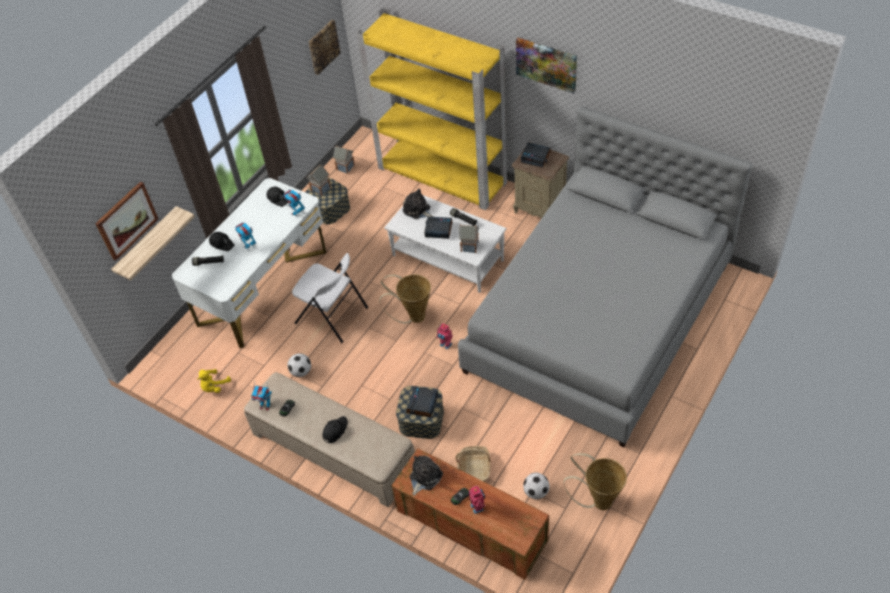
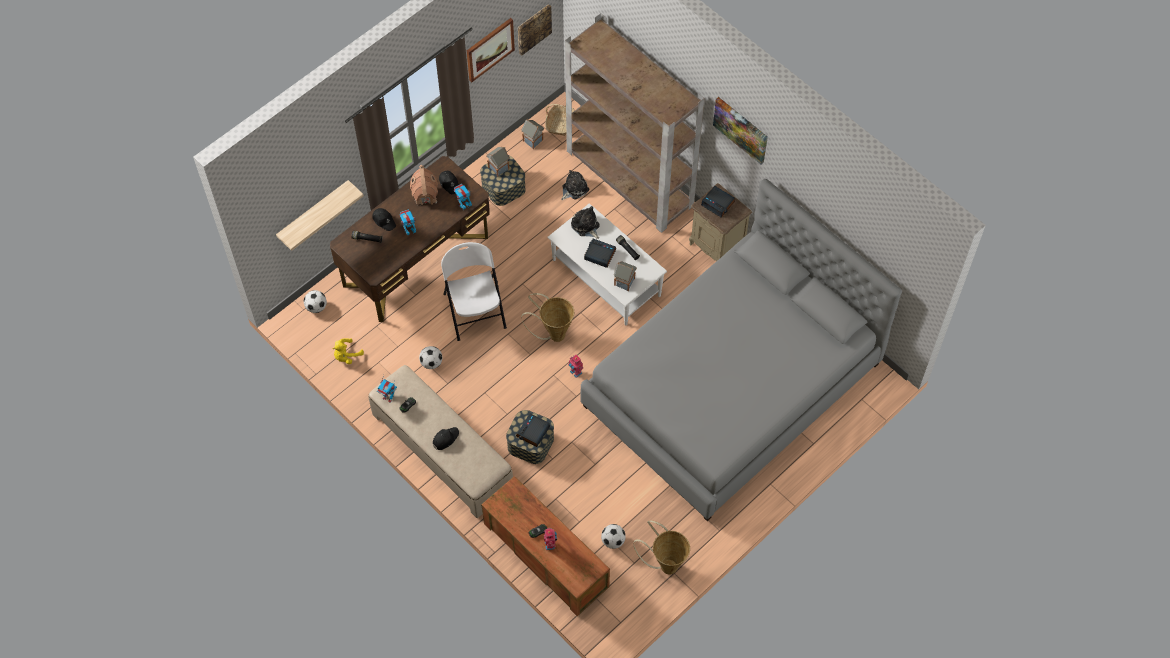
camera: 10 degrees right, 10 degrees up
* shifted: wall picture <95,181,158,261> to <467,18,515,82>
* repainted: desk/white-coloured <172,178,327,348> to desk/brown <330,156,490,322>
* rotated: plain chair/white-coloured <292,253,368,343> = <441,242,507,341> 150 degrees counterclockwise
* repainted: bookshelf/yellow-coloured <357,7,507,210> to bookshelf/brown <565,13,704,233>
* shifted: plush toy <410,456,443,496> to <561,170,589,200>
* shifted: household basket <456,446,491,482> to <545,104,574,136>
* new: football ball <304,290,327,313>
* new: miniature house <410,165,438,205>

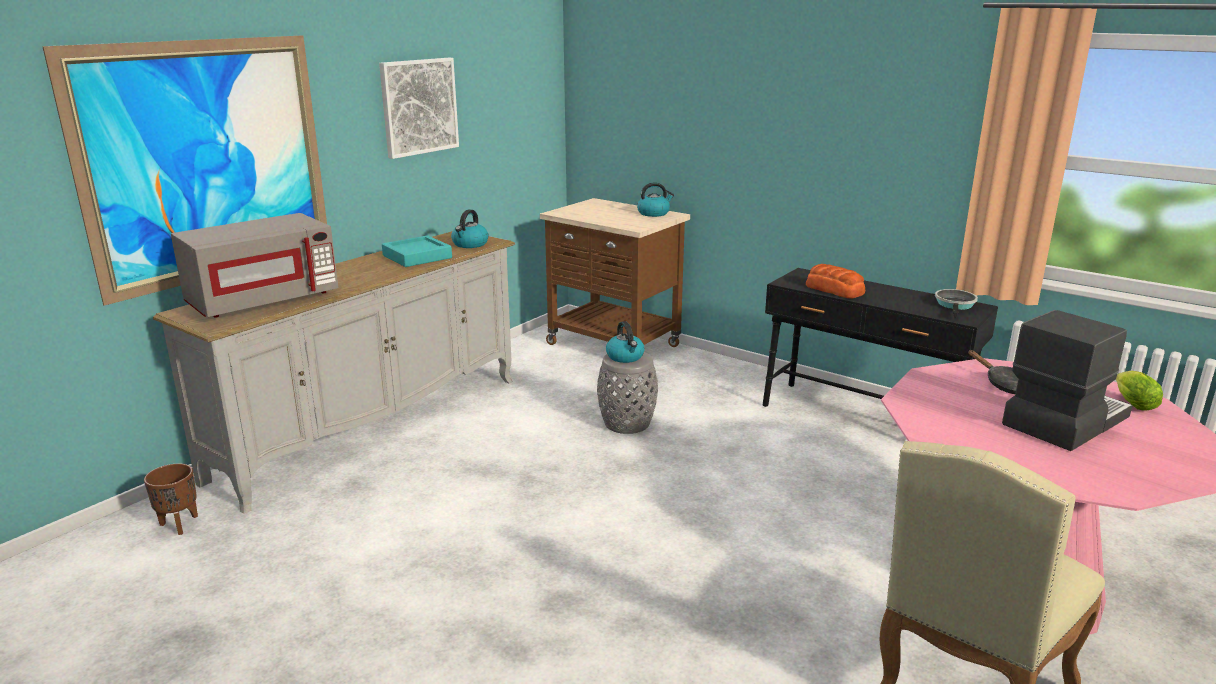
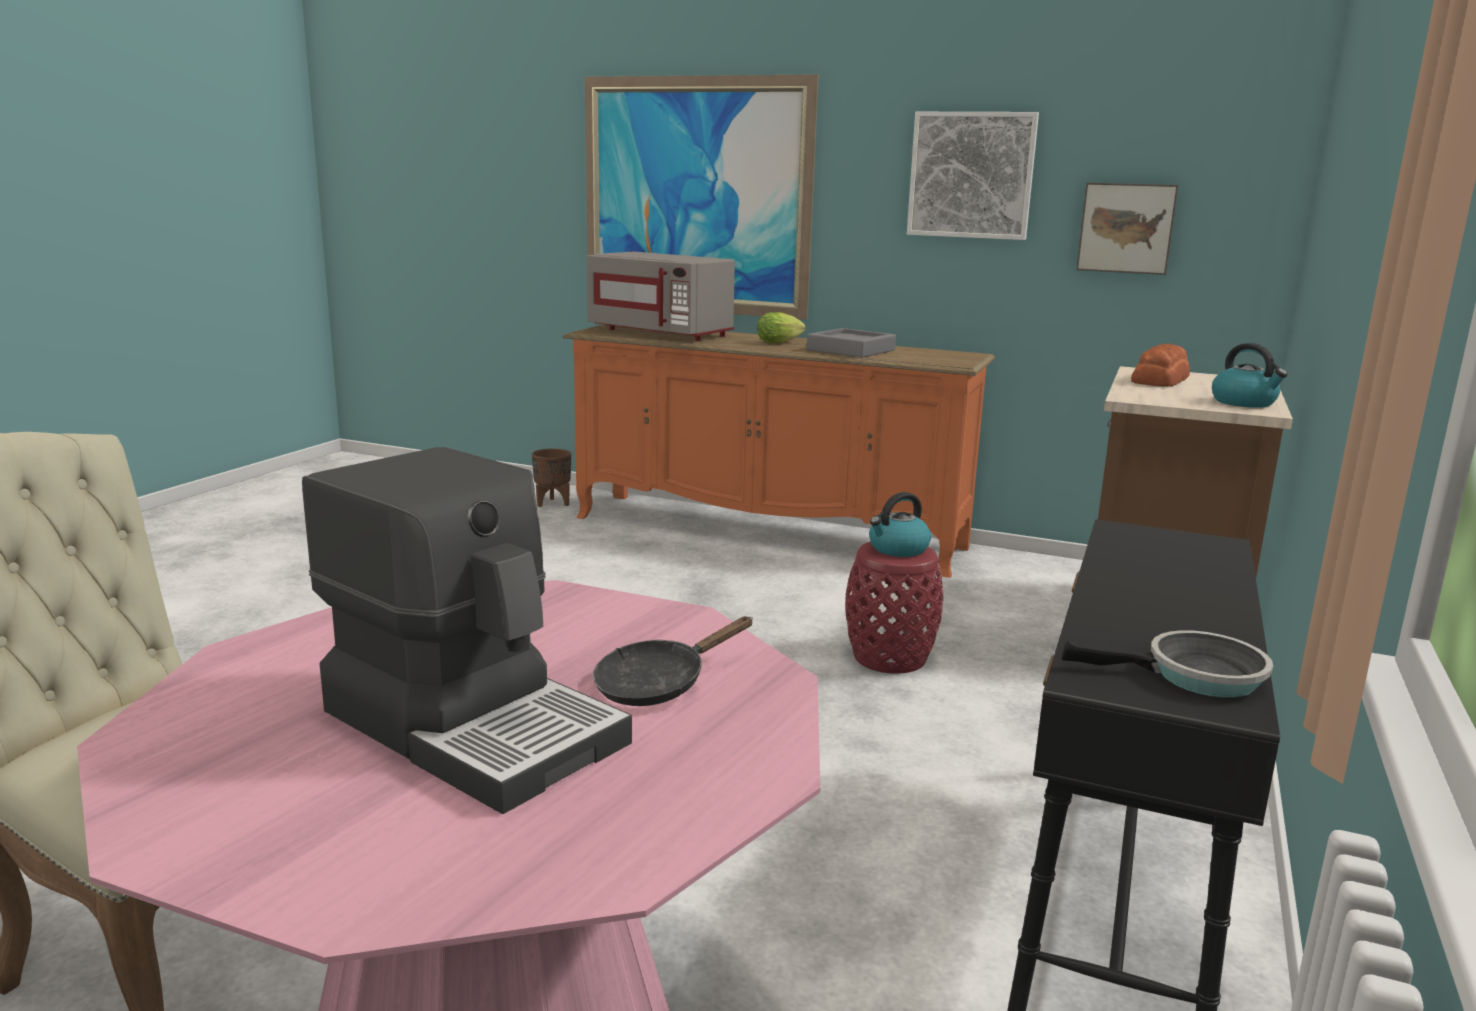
camera: 75 degrees right, 5 degrees down
* repainted: cabinet/gray <153,231,515,514> to cabinet/orange <562,324,995,578>
* repainted: carrying tray/blue-green <382,235,452,267> to carrying tray/gray <807,328,896,358>
* gone: water kettle <451,209,489,248>
* repainted: sitting stool/gray <597,352,658,434> to sitting stool/red <845,541,943,674>
* shifted: bakery bread <806,264,865,299> to <1131,344,1190,387>
* shifted: lettuce head <1116,371,1163,410> to <757,312,805,343>
* new: wall picture <1076,183,1179,275>

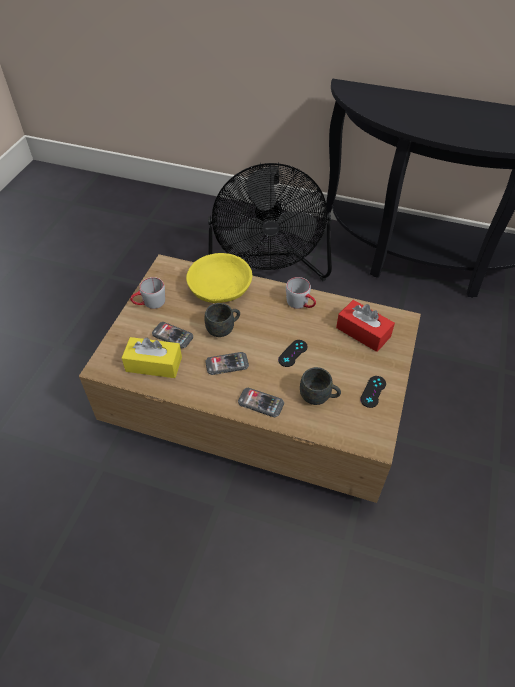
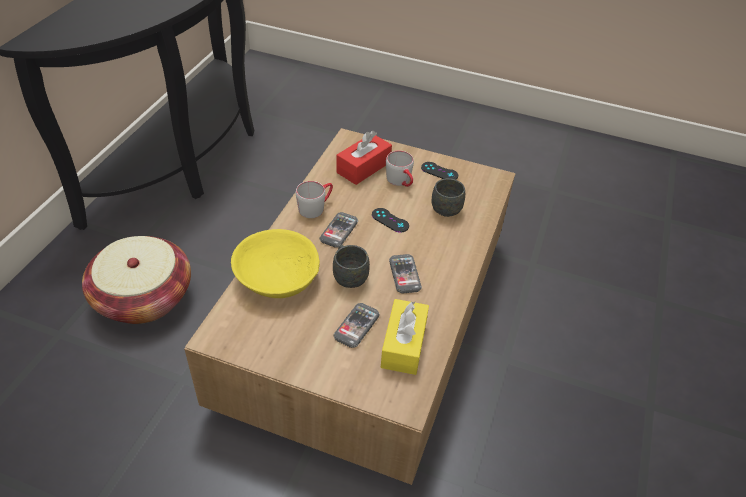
camera: 90 degrees left, 5 degrees down
* shifted: coffee mug/gray <130,277,165,309> to <386,151,414,187>
* swapped: fan/black <208,162,332,282> to household basket <82,236,191,324>
* shifted: handset <238,388,284,417> to <319,212,358,248>

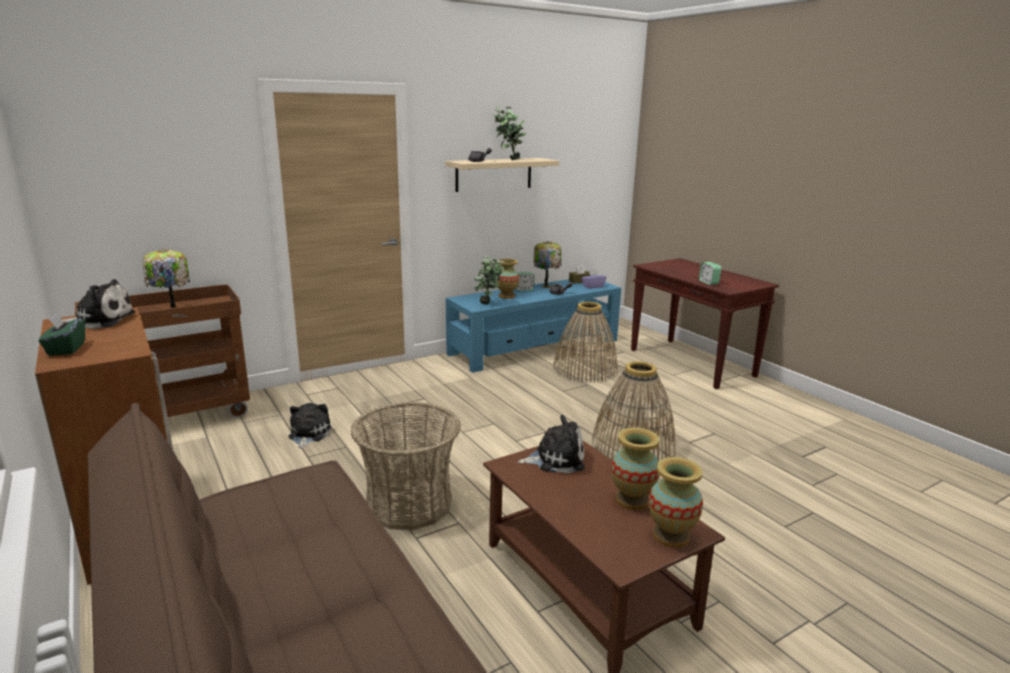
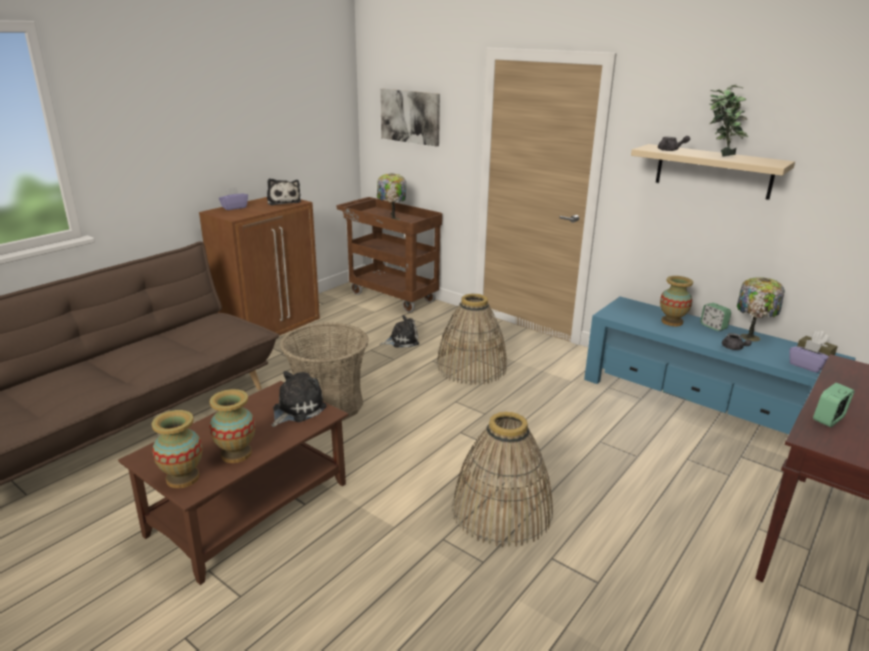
camera: 70 degrees right, 5 degrees up
* repainted: tissue holder/green-coloured <39,313,85,356> to tissue holder/purple-coloured <219,187,248,210>
* gone: potted plant <474,256,504,305>
* rotated: plush toy <518,415,585,474> = <271,371,327,427> 120 degrees counterclockwise
* shifted: household basket <553,302,618,383> to <437,294,507,385>
* new: wall picture <380,89,440,147>

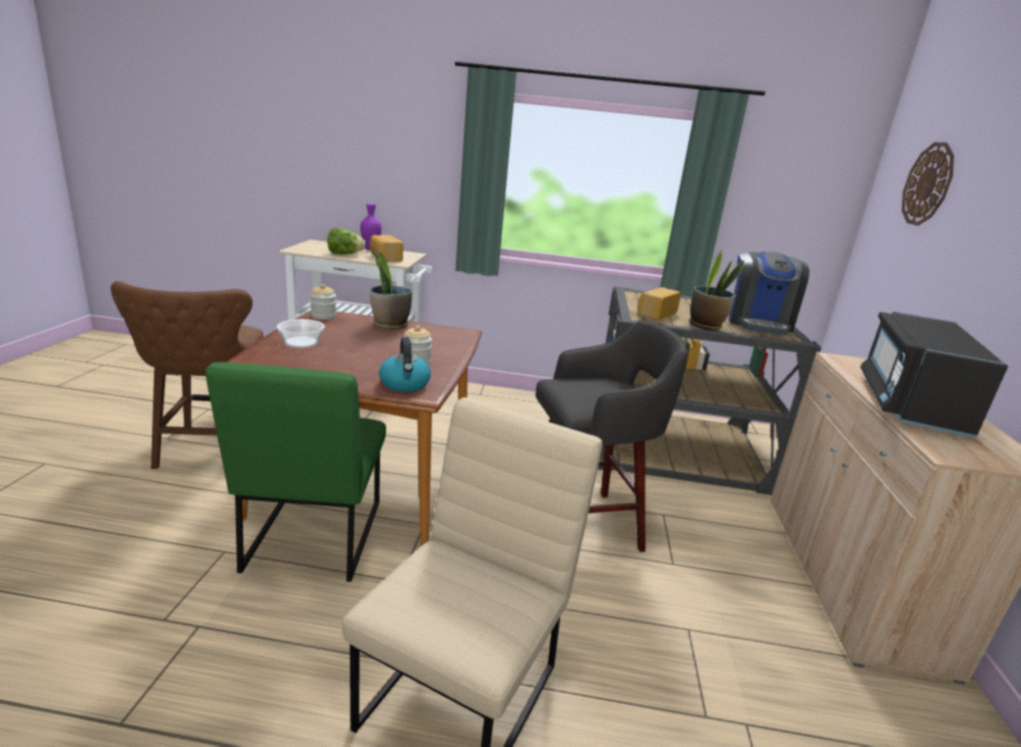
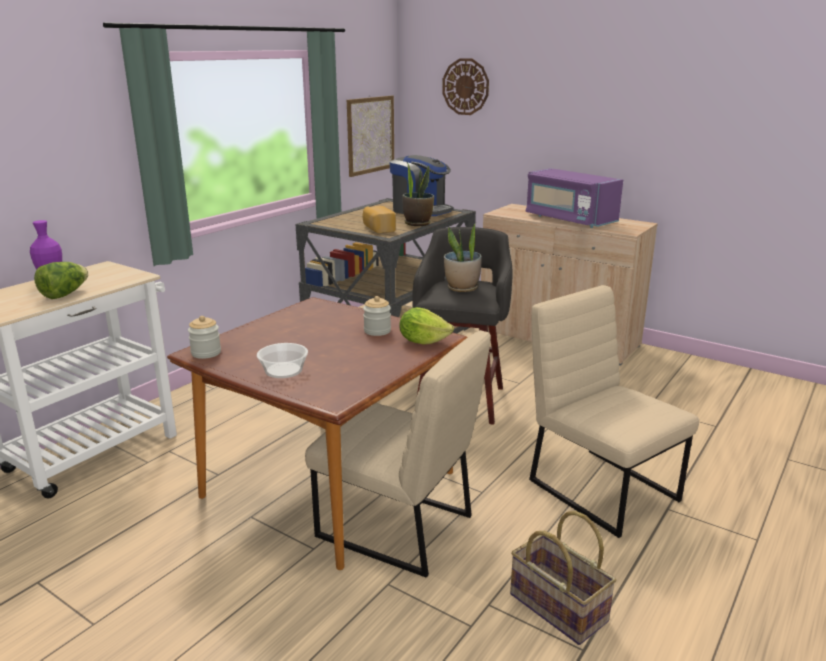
camera: 60 degrees left, 0 degrees up
* gone: sitting stool/brown <111,281,263,469>
* repainted: plain chair/green-coloured <205,362,386,582> to plain chair/beige-coloured <305,330,491,578>
* gone: bakery bread <370,235,403,262>
* shifted: potted plant <370,251,412,330> to <444,223,482,292>
* swapped: water kettle <379,337,431,392> to lettuce head <399,307,454,345>
* repainted: microwave/black <860,312,1008,438> to microwave/purple-coloured <526,168,623,228>
* new: wall picture <347,95,394,177>
* new: household basket <510,511,616,645>

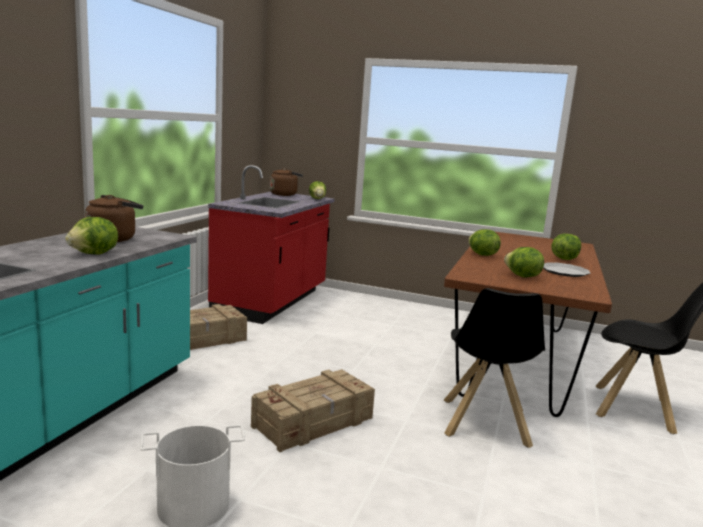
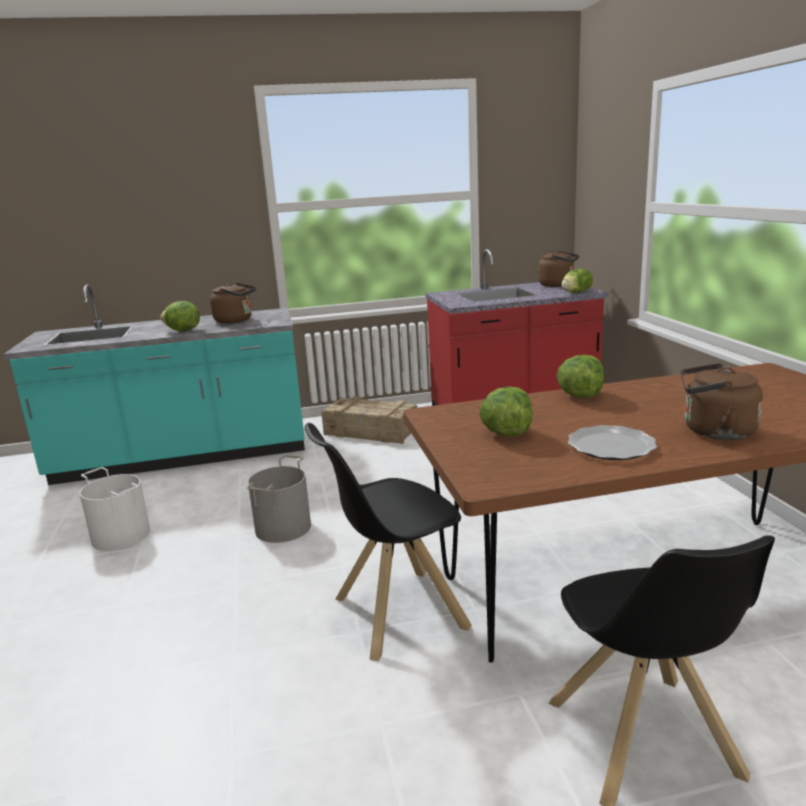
camera: 60 degrees right, 5 degrees up
* swapped: shipping crate <251,369,375,452> to water bucket/gray <246,455,311,543>
* swapped: lettuce head <551,234,581,260> to water kettle/brown <680,363,763,440>

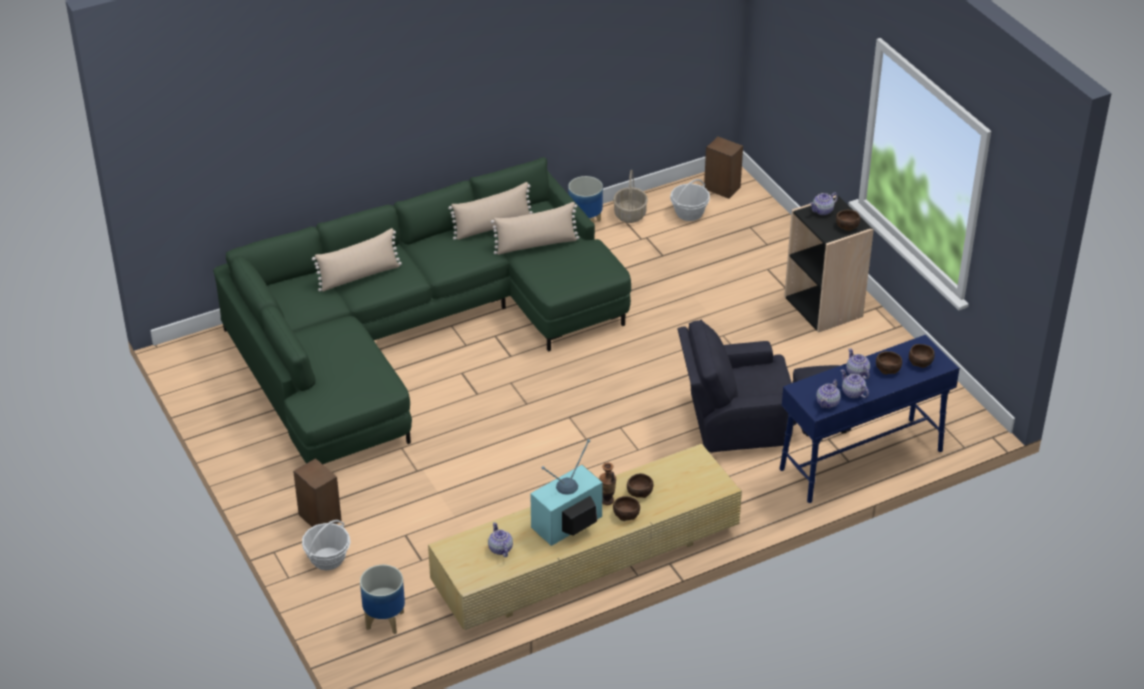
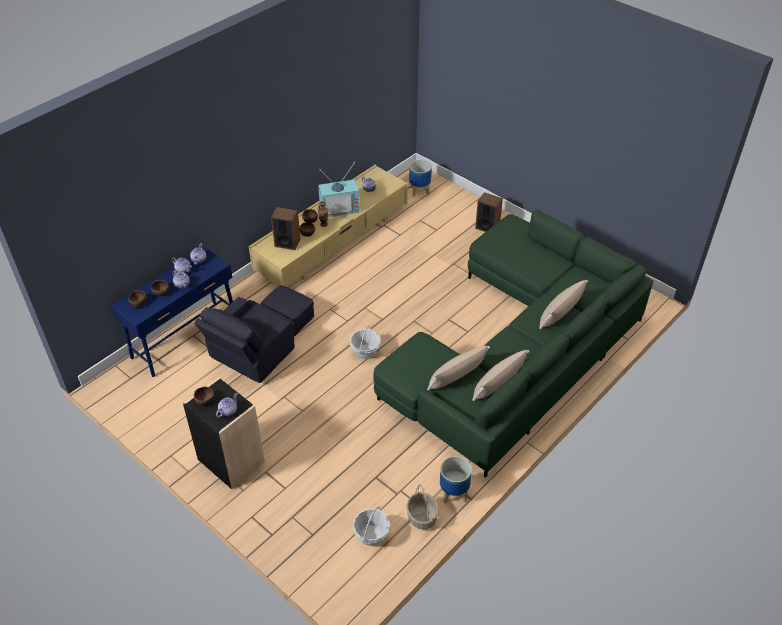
camera: 160 degrees right, 5 degrees up
* shifted: household basket <302,520,351,570> to <350,326,381,359>
* rotated: television <530,439,603,546> = <318,162,360,217> 45 degrees clockwise
* rotated: lounge chair/black <678,320,851,452> = <194,285,314,383> 150 degrees clockwise
* shifted: audio speaker <704,137,743,199> to <271,207,301,250>

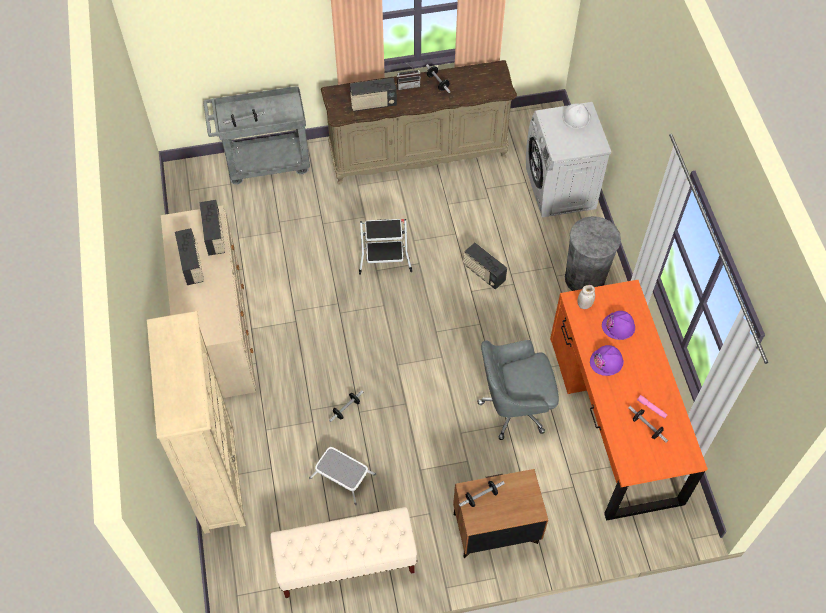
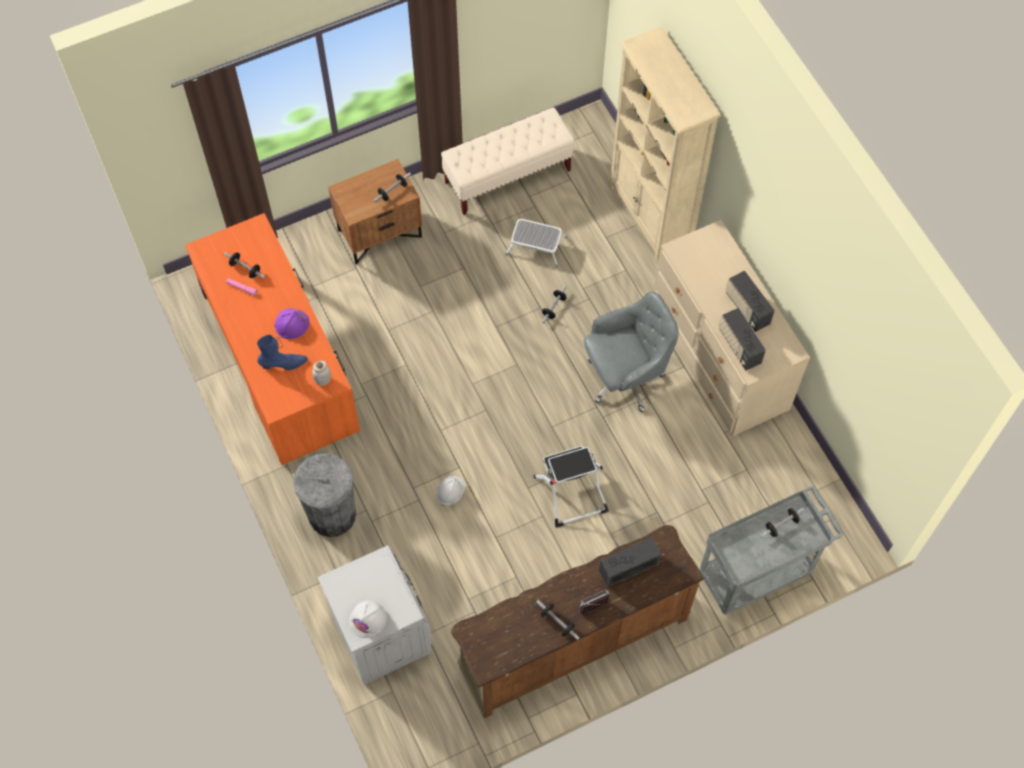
camera: 165 degrees right, 5 degrees up
* swapped: radio set <463,243,507,290> to work helmet/white-coloured <436,475,465,507>
* shifted: desk chair/gray <478,340,559,440> to <584,291,679,412>
* swapped: work helmet/purple-coloured <602,311,635,340> to high-top boot/bluish <257,335,308,370>

